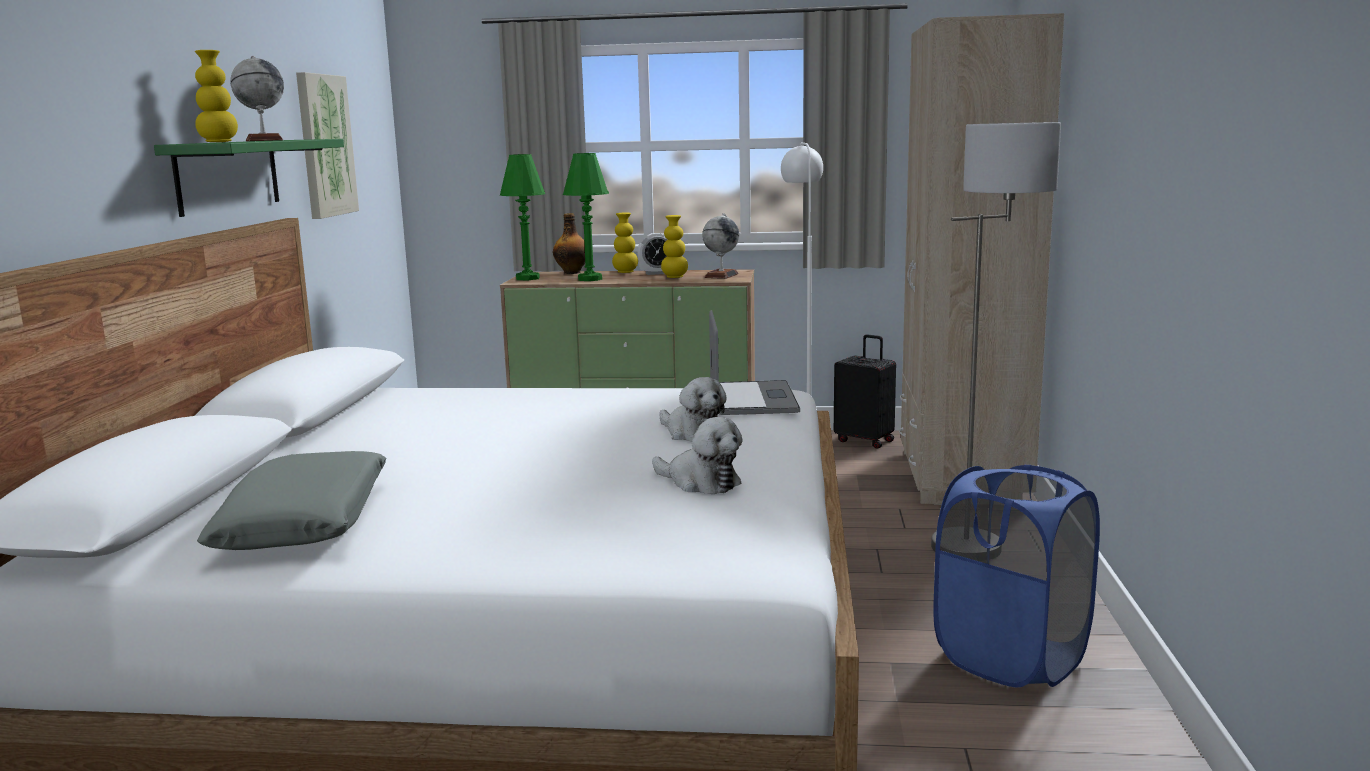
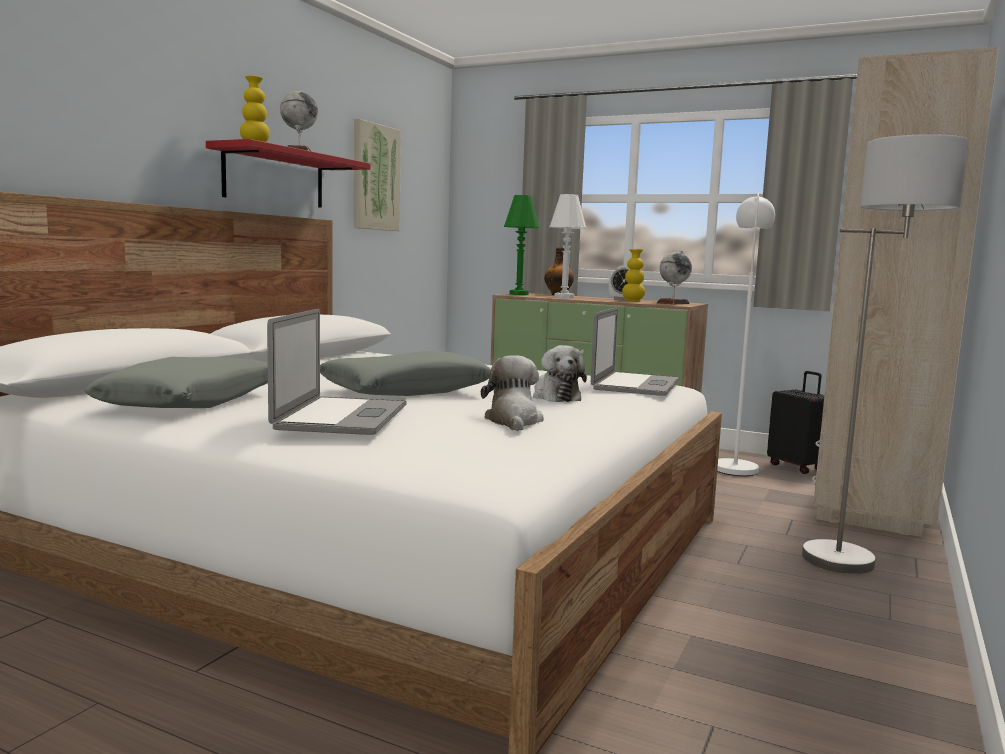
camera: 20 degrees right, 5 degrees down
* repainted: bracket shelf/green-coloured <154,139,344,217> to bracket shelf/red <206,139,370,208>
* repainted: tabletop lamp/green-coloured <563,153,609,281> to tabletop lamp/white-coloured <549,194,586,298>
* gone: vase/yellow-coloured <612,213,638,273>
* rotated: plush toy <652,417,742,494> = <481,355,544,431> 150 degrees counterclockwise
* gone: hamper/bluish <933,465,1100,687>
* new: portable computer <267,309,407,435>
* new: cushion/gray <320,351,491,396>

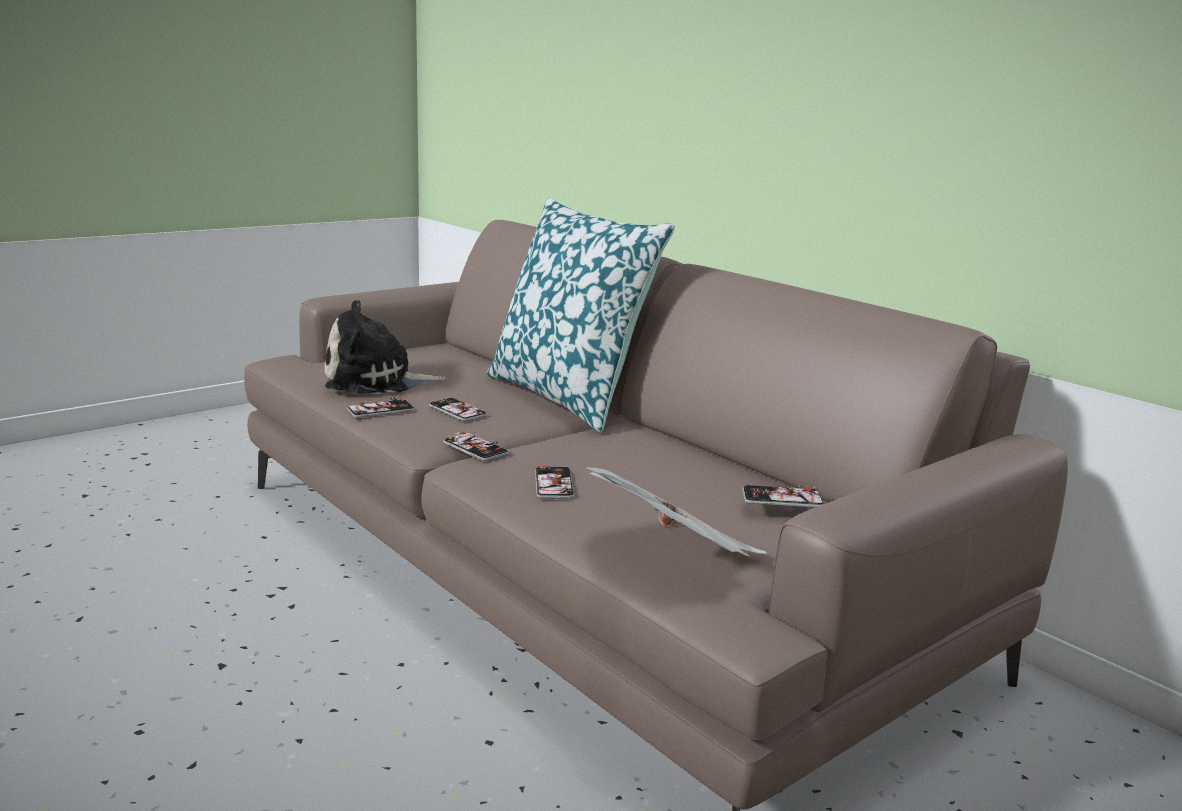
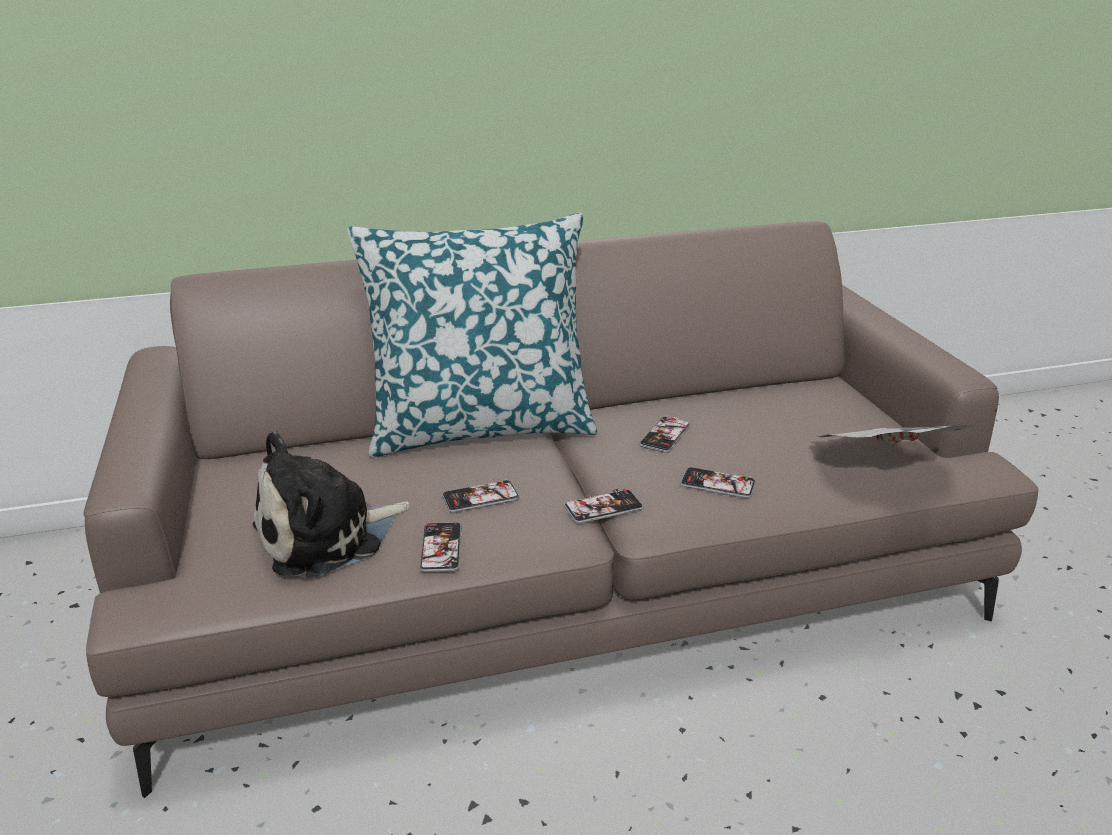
camera: 65 degrees left, 10 degrees up
* rotated: plush toy <325,300,446,394> = <253,431,410,578> 45 degrees clockwise
* shifted: handset <742,484,824,508> to <639,415,690,453>

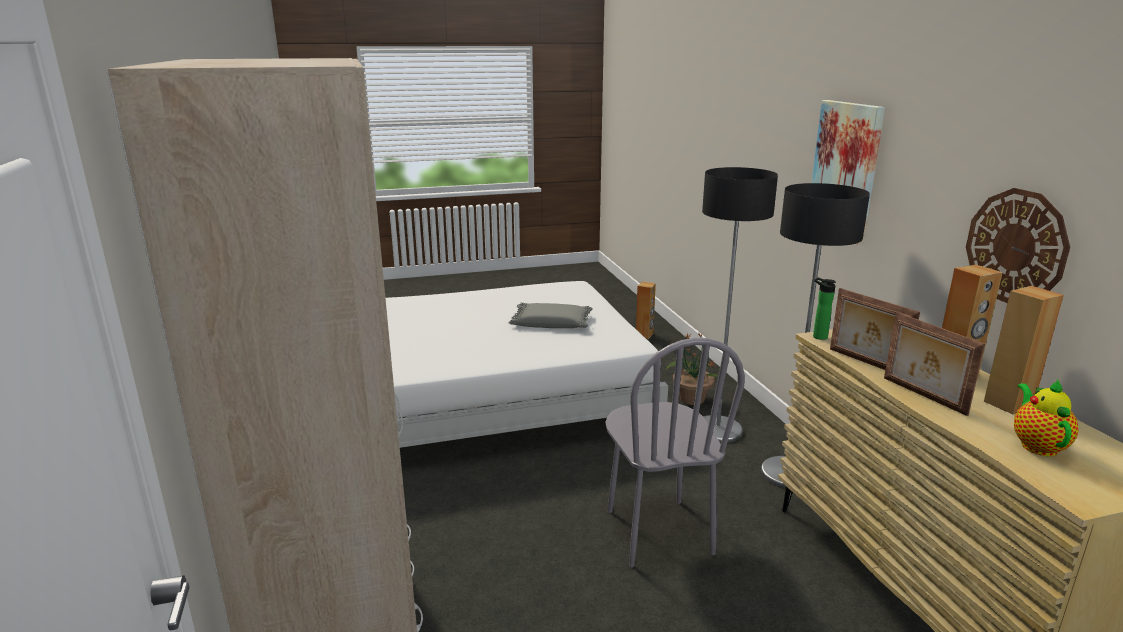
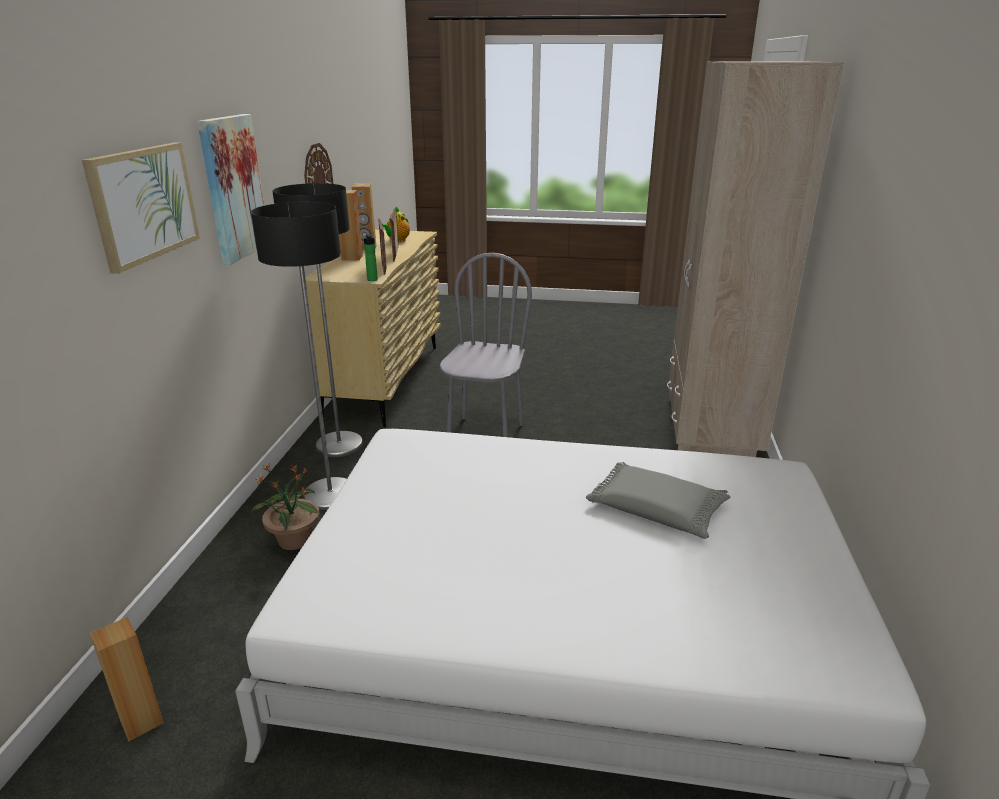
camera: 155 degrees left, 5 degrees up
* shifted: cushion/gray <509,303,592,328> to <586,462,730,539>
* new: wall picture <82,142,200,274>

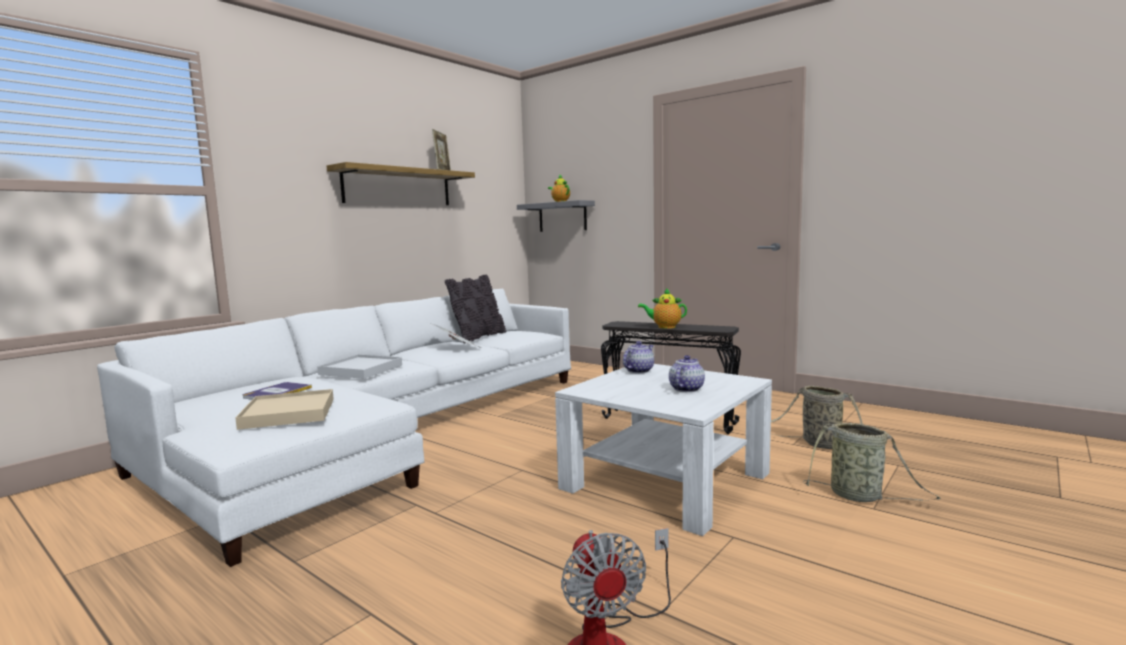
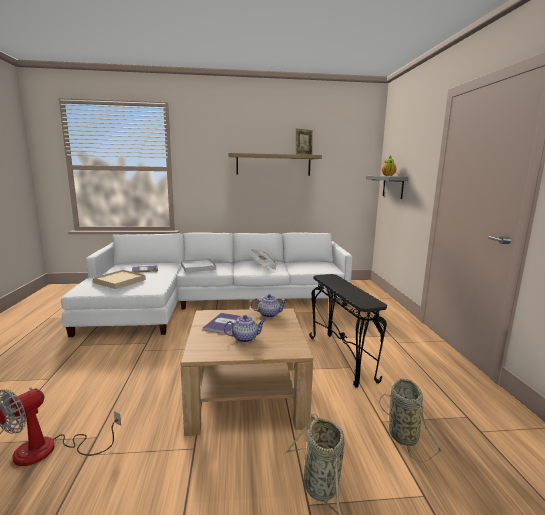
camera: 45 degrees right, 5 degrees up
* gone: cushion/black <445,275,506,344>
* repainted: coffee table/white-coloured <555,364,772,536> to coffee table/brown <181,308,313,436>
* gone: tea pot <638,288,687,329>
* new: volume <203,313,242,334>

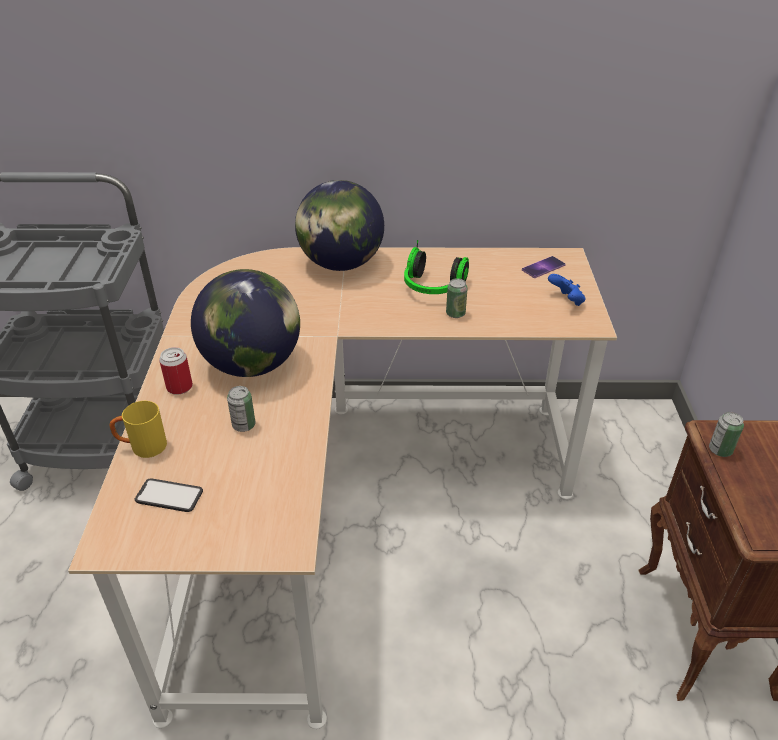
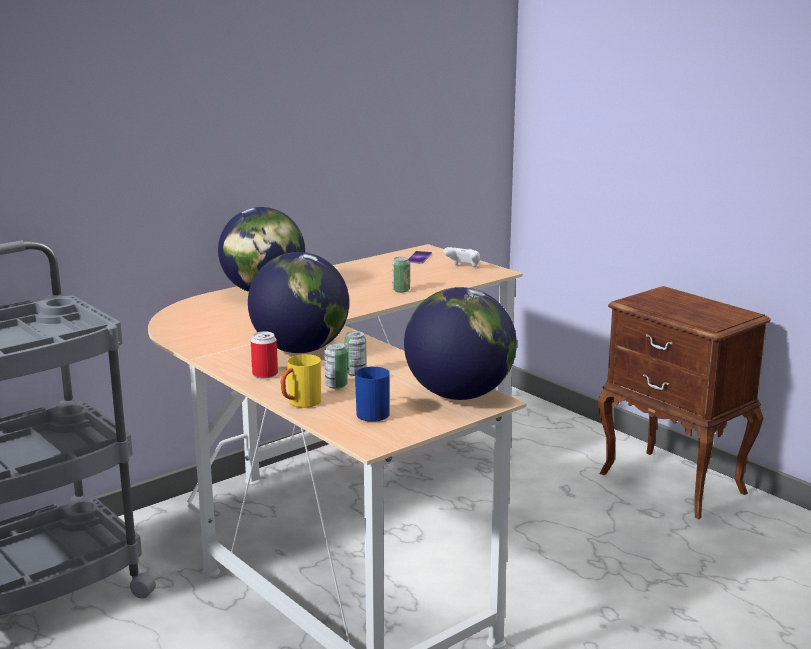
camera: 40 degrees left, 20 degrees down
* swapped: handset <134,478,203,512> to coffee mug/bluish <355,367,390,422>
* gone: pair of headphones <404,240,469,294>
* repainted: gamepad/bluish <548,274,585,306> to gamepad/white-coloured <444,247,480,267>
* shifted: can <709,412,744,457> to <324,343,348,389>
* new: globe <404,287,517,400>

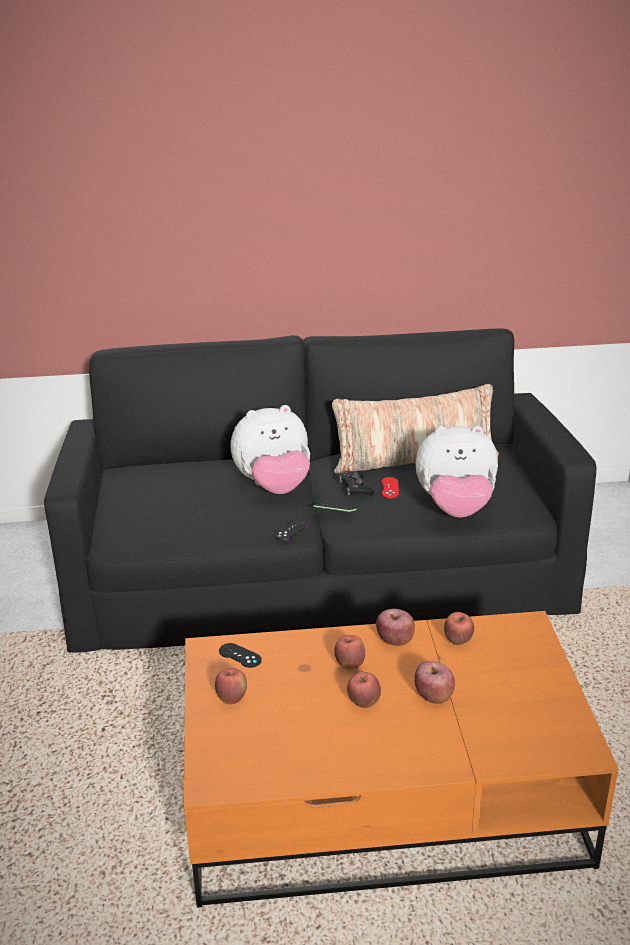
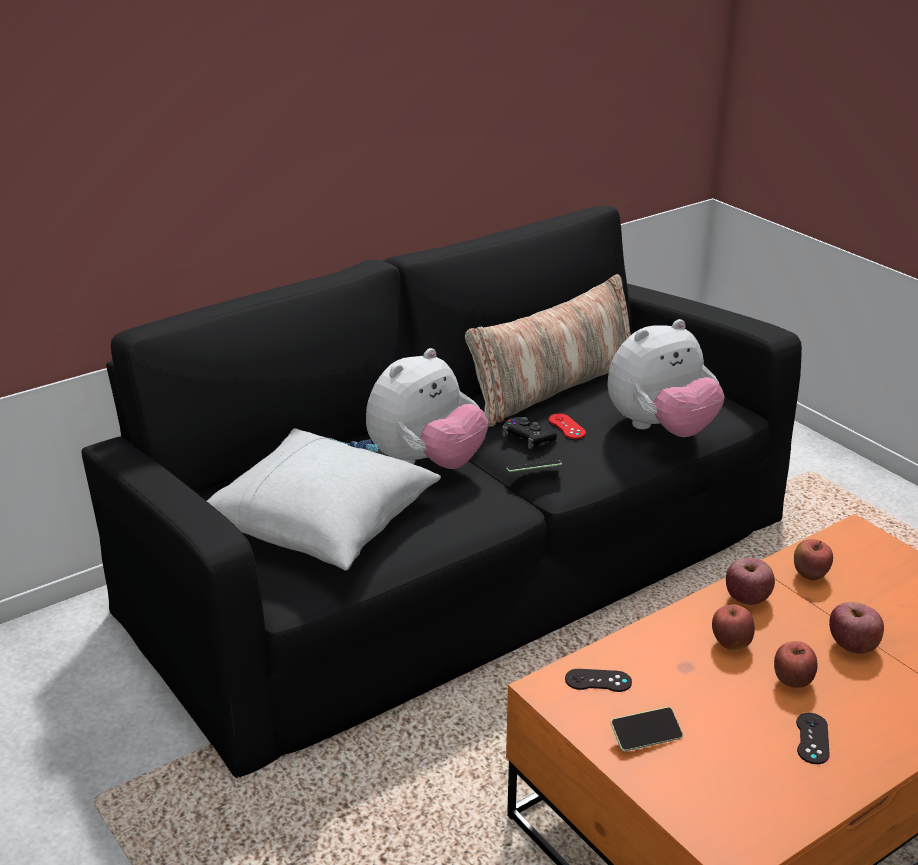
camera: 30 degrees left, 0 degrees up
* swapped: apple <215,668,247,705> to handset <610,707,683,751>
* shifted: gamepad/black <274,519,307,540> to <796,713,830,764>
* new: cushion/gray <207,428,441,571>

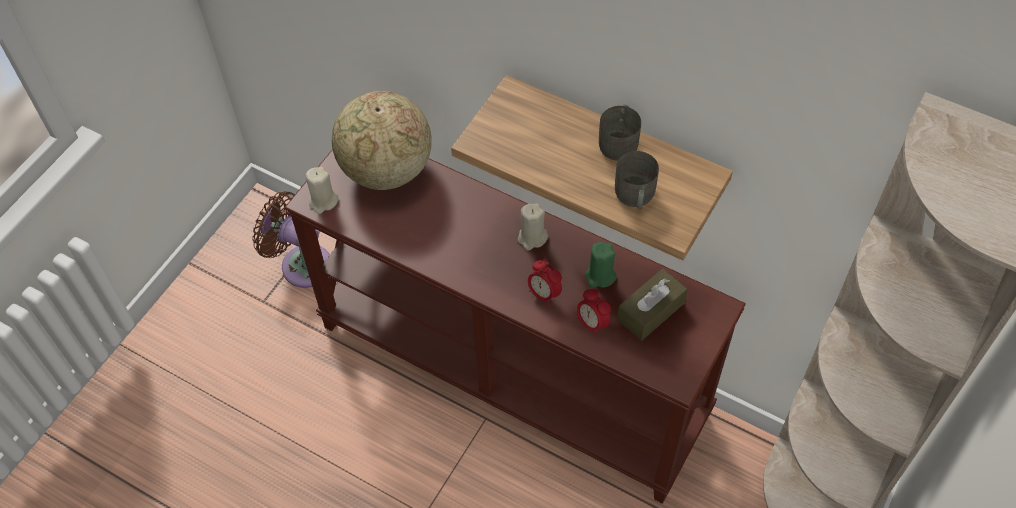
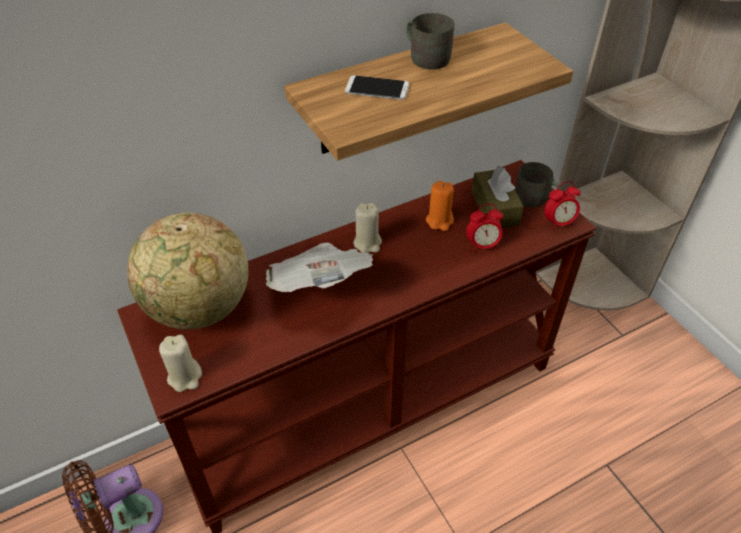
camera: 60 degrees left, 10 degrees down
* shifted: table clock <528,260,562,306> to <544,181,581,230>
* repainted: wax light/green-coloured <585,242,616,288> to wax light/orange <426,181,454,231>
* shifted: coffee mug/gray <615,151,659,209> to <515,162,561,207>
* new: newspaper <266,243,373,292>
* new: handset <345,75,410,100>

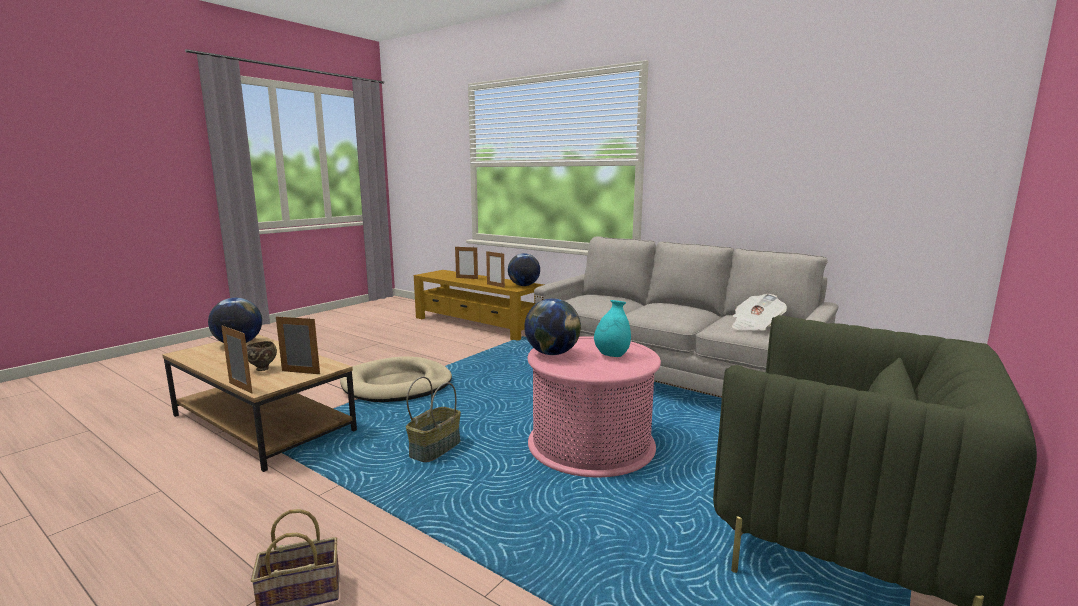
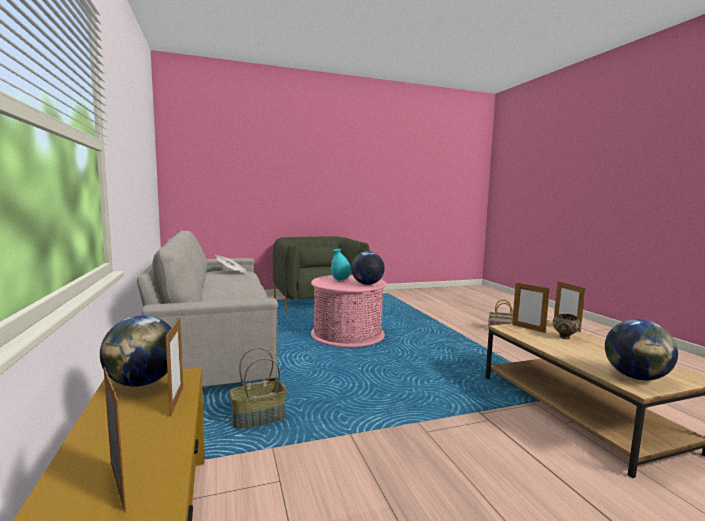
camera: 145 degrees left, 5 degrees down
* gone: pet bed/beige-coloured <340,356,452,402>
* shifted: household basket <406,376,461,462> to <229,348,287,429>

